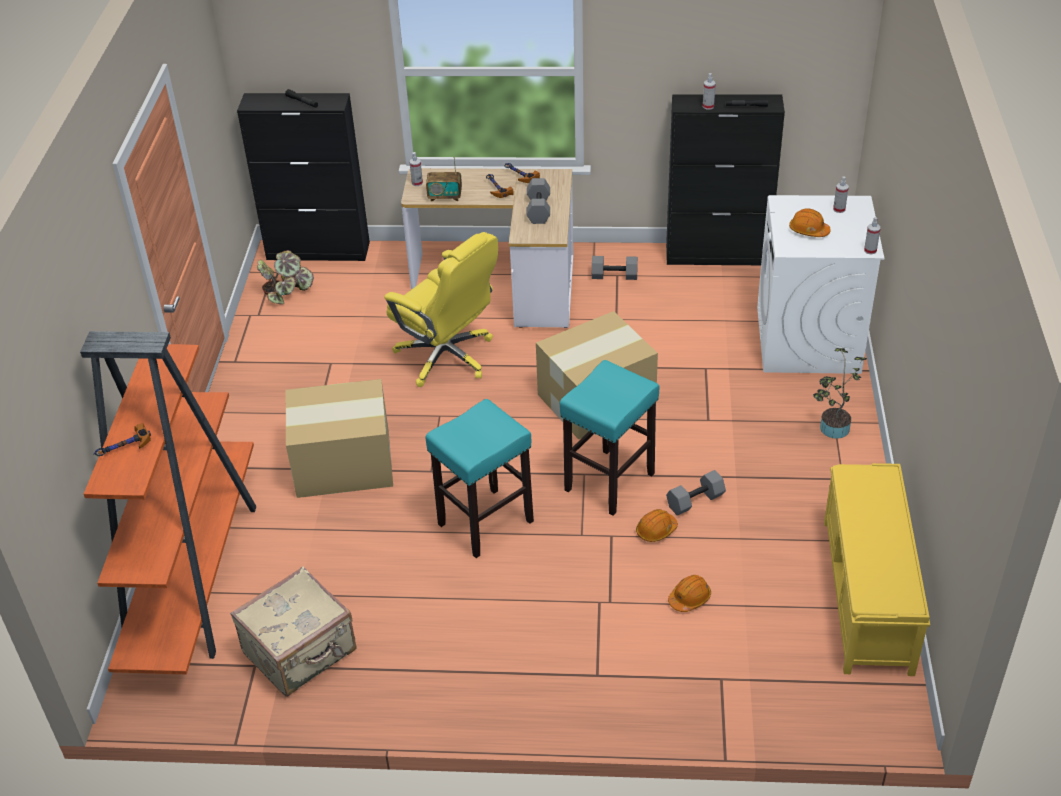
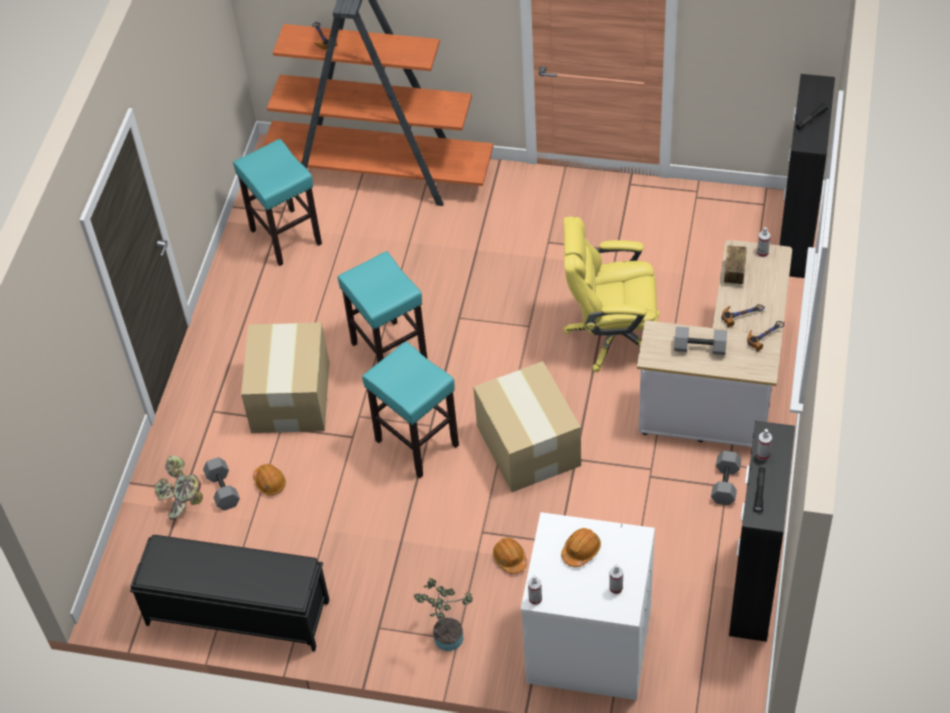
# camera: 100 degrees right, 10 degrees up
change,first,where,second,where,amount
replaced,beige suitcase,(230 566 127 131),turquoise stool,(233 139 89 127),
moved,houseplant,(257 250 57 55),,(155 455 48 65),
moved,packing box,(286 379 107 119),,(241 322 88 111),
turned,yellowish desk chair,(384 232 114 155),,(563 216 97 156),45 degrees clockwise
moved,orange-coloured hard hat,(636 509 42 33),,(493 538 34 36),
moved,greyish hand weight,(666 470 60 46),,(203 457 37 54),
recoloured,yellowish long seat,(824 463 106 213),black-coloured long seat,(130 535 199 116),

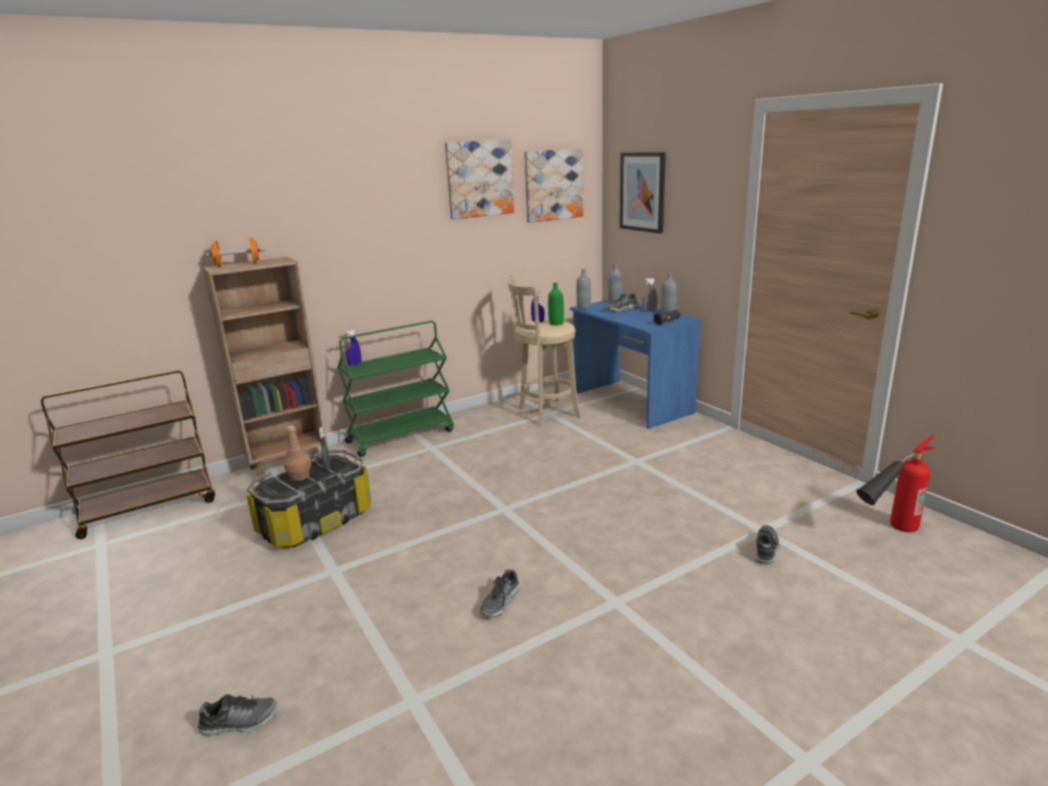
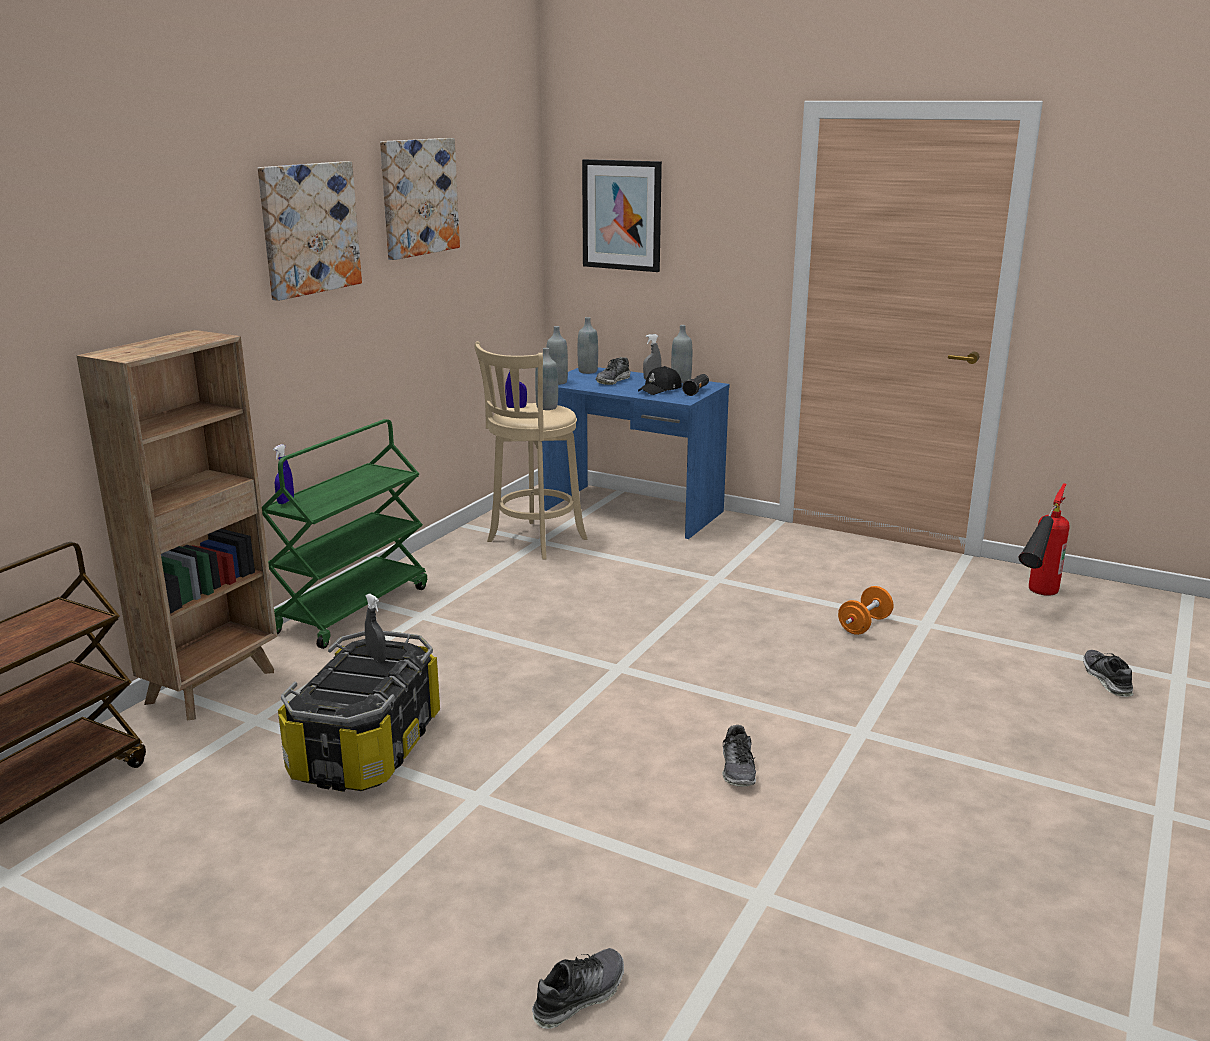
# camera: 30 degrees left, 0 degrees up
change,first,where,second,where,amount
moved,orange-coloured hand weight,(206 238 58 29),,(838 586 55 49),
removed,brownish bottle,(284 425 27 56),,,
moved,wall art,(524 148 59 75),,(258 161 104 140),
recoloured,green bottle,(548 283 16 42),greyish bottle,(535 348 23 62),
moved,item of footwear,(755 525 24 41),,(1083 650 50 47),
added,,,black-coloured cap,(638 366 44 29),

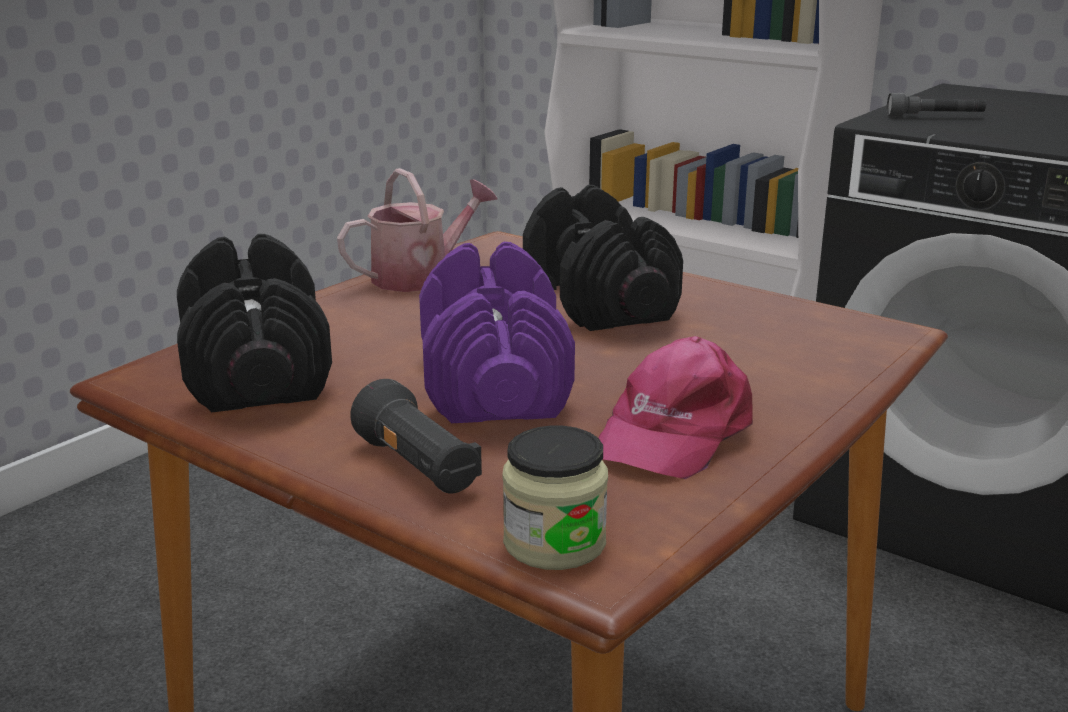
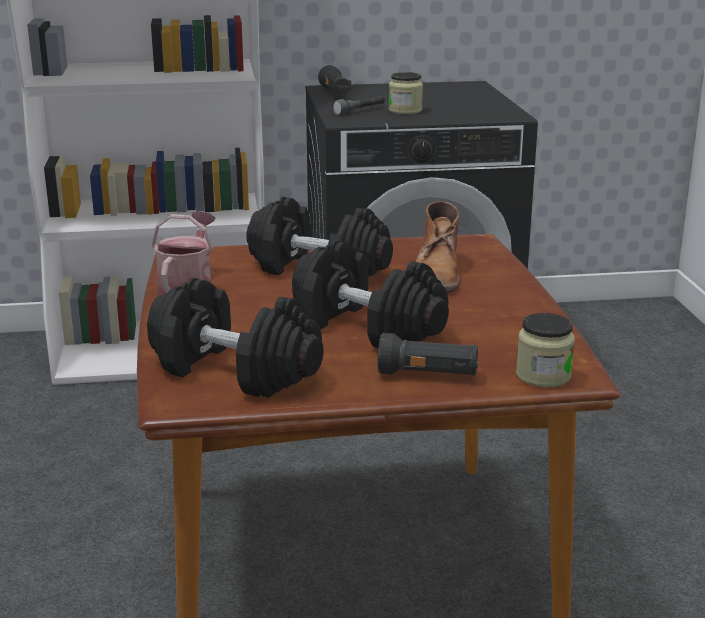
# camera: 45 degrees left, 0 degrees up
change,first,where,second,where,amount
recoloured,purple-coloured hand weight,(419 242 156 181),black-coloured hand weight,(292 240 157 108),
removed,pink-coloured cap,(599 336 154 143),,,
added,,,black-coloured torch,(318 65 33 31),
added,,,storage jar,(389 72 34 42),
added,,,brownish high-top boot,(415 201 45 91),

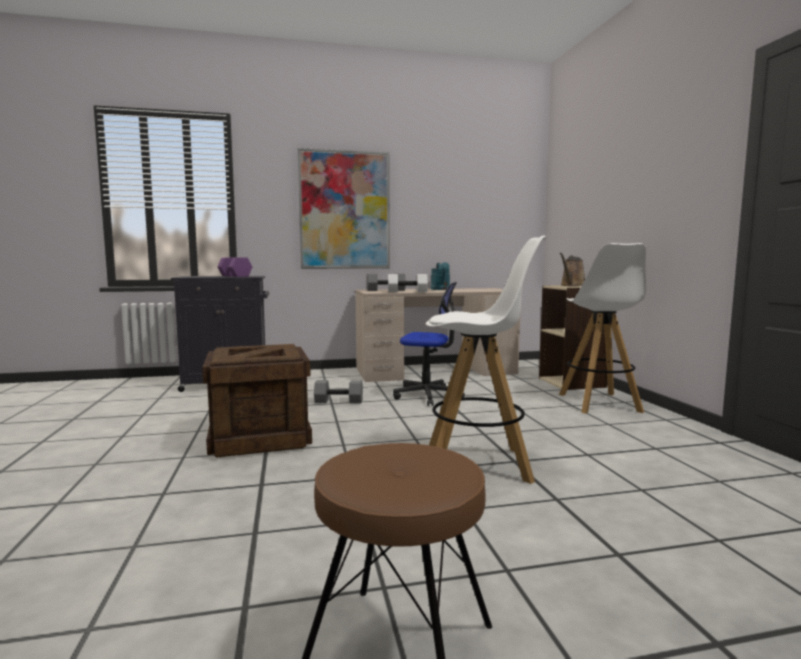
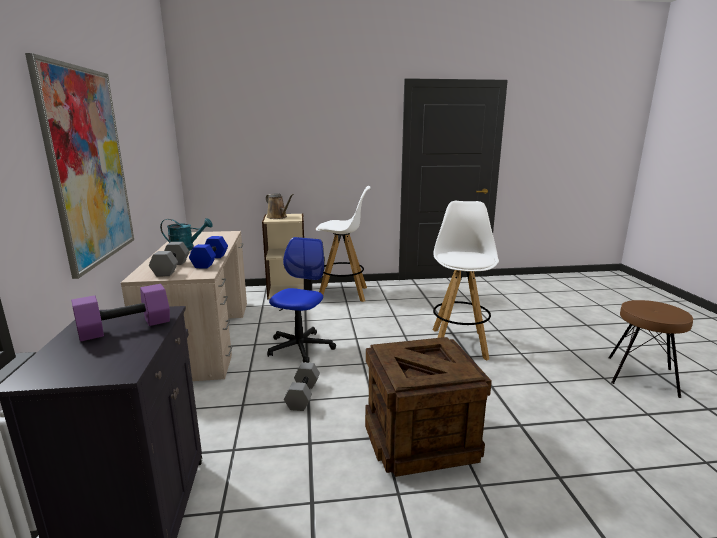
# camera: 85 degrees left, 10 degrees up
change,first,where,second,where,amount
recoloured,white-coloured hand weight,(388 274 40 18),blue hand weight,(189 236 39 33),

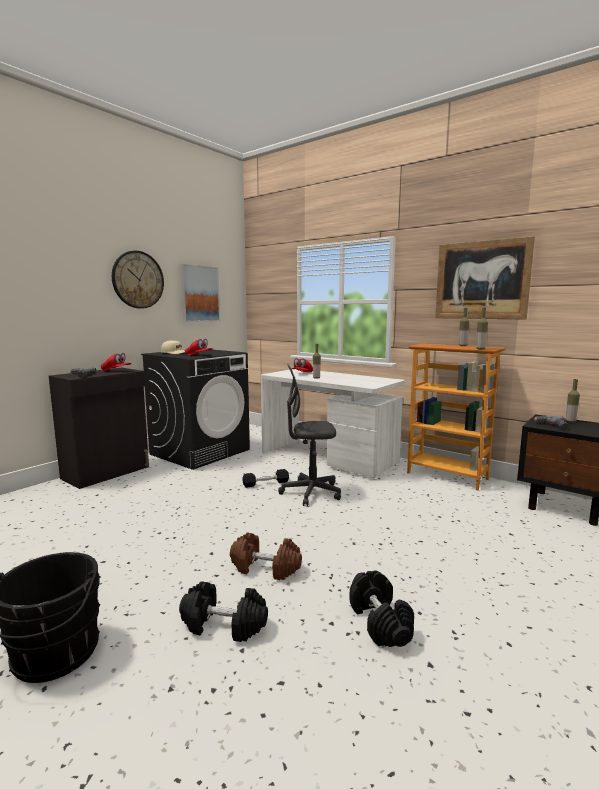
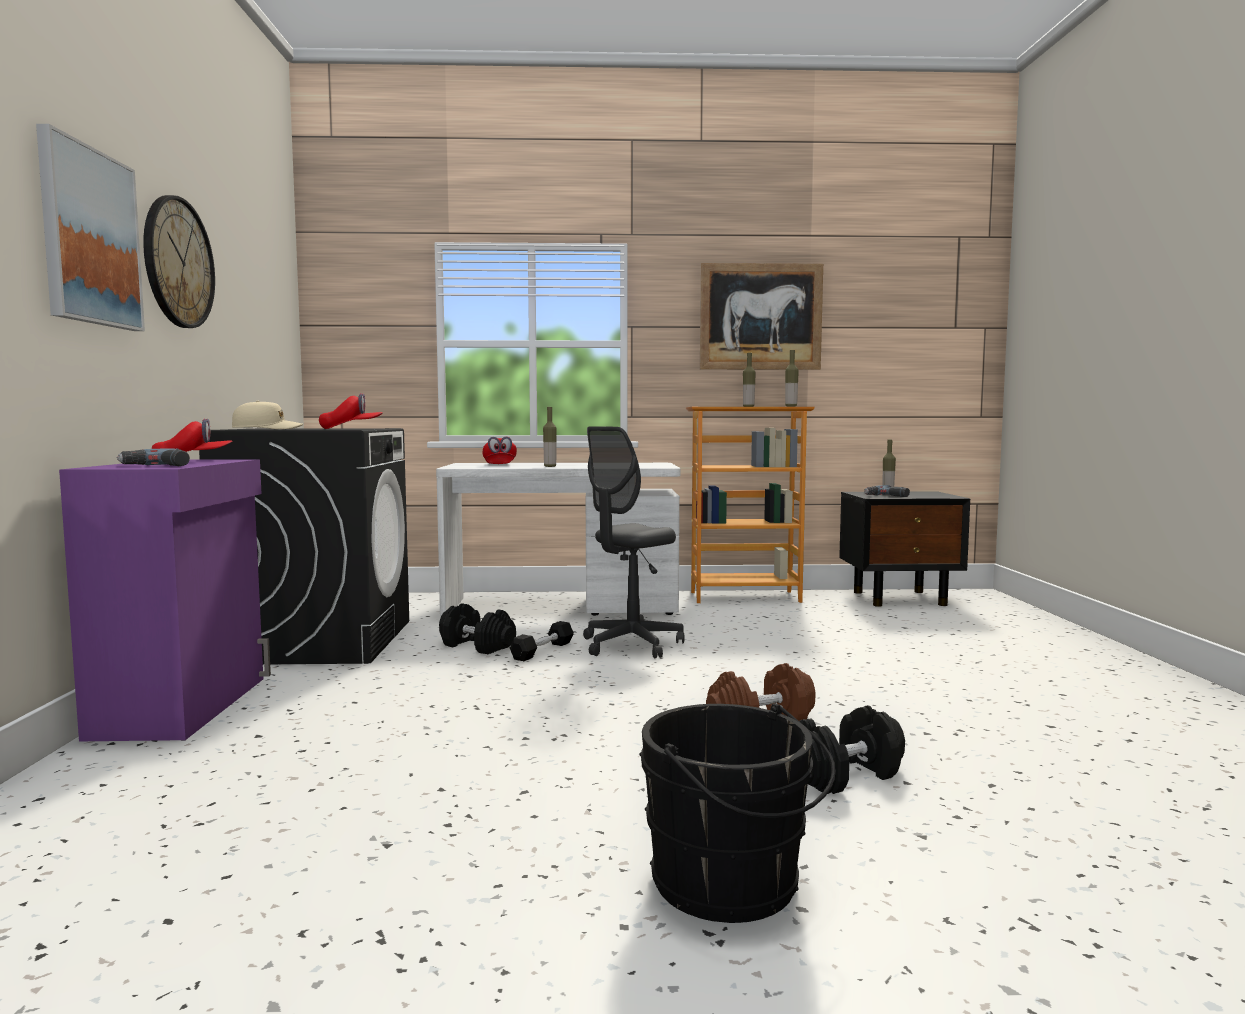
# camera: 40 degrees left, 5 degrees down
change,first,where,second,where,amount
recoloured,black-coloured storage cabinet,(49 368 100 121),purple-coloured storage cabinet,(59 459 212 282),
moved,wall art,(180 264 40 58),,(36 124 109 207),
moved,black-coloured hand weight,(349 570 65 77),,(439 603 77 51),

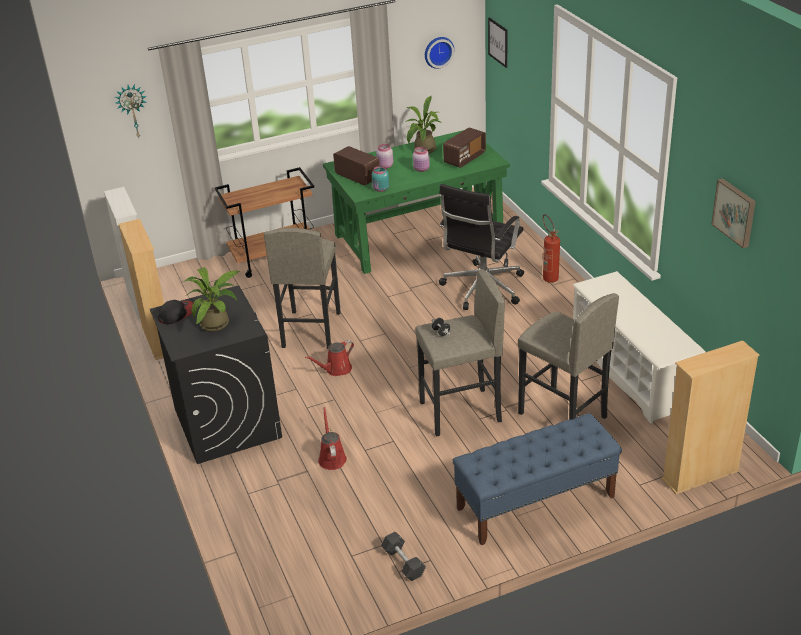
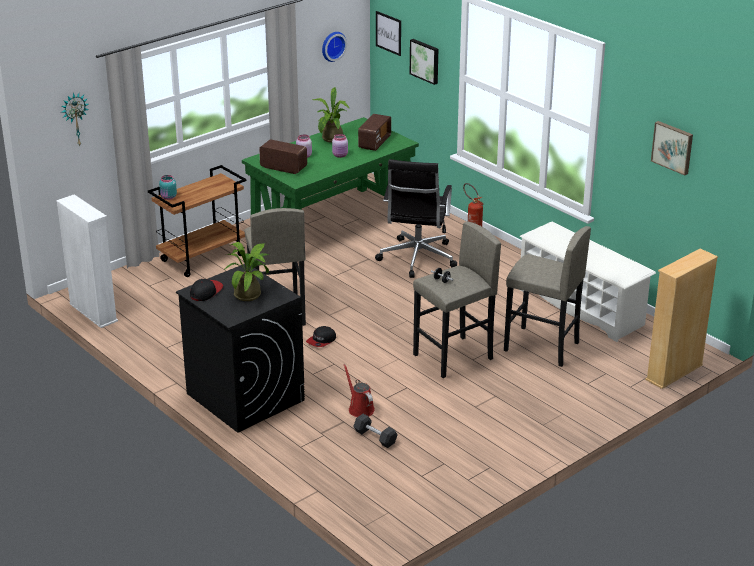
# camera: 20 degrees left, 5 degrees down
change,first,where,second,where,amount
removed,beige shelving unit,(119 219 45 141),,,
replaced,reddish watering pot,(305 340 49 36),cap,(306 326 30 21),
moved,turquoise storage jar,(372 166 17 26),,(159 175 18 25),
moved,black-coloured hand weight,(381 532 45 49),,(353 414 45 34),
removed,blue long seat,(452 413 170 132),,,
added,,,wall art,(410 39 28 46),

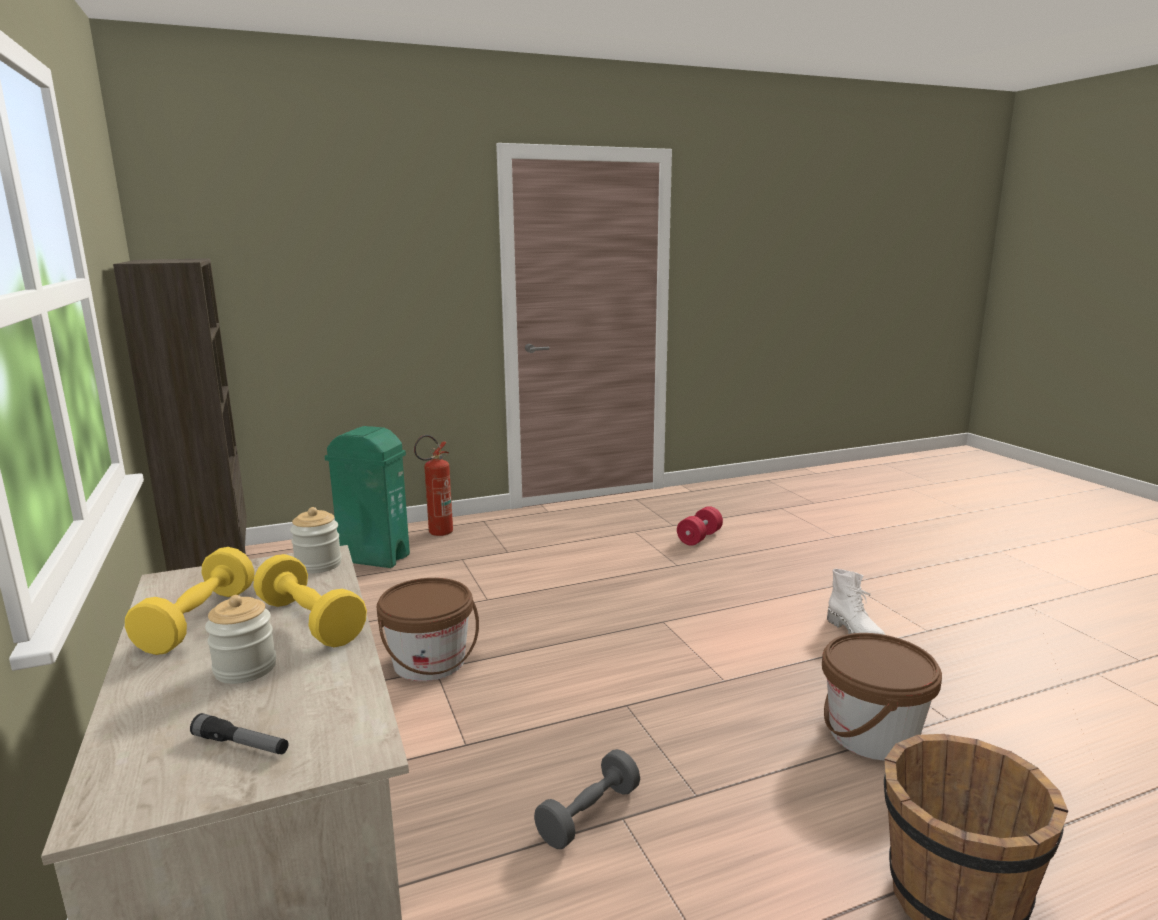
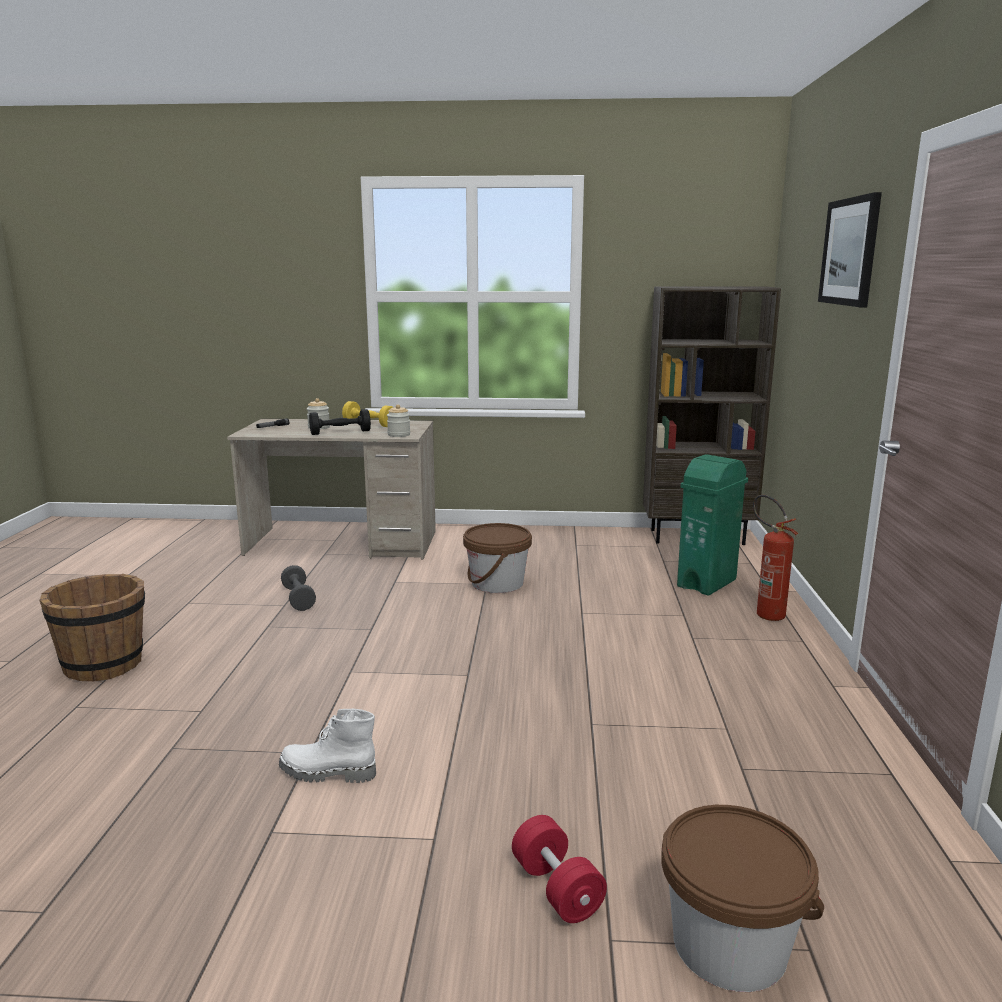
# camera: 115 degrees right, 0 degrees up
change,first,where,second,where,amount
recoloured,yellowish hand weight,(253 554 114 93),black-coloured hand weight,(309 409 62 26),
moved,reddish hand weight,(677 506 46 40),,(512 815 95 108),
moved,brownish water bucket,(822 633 120 128),,(661 805 163 187),
added,,,wall art,(818 192 64 115),

